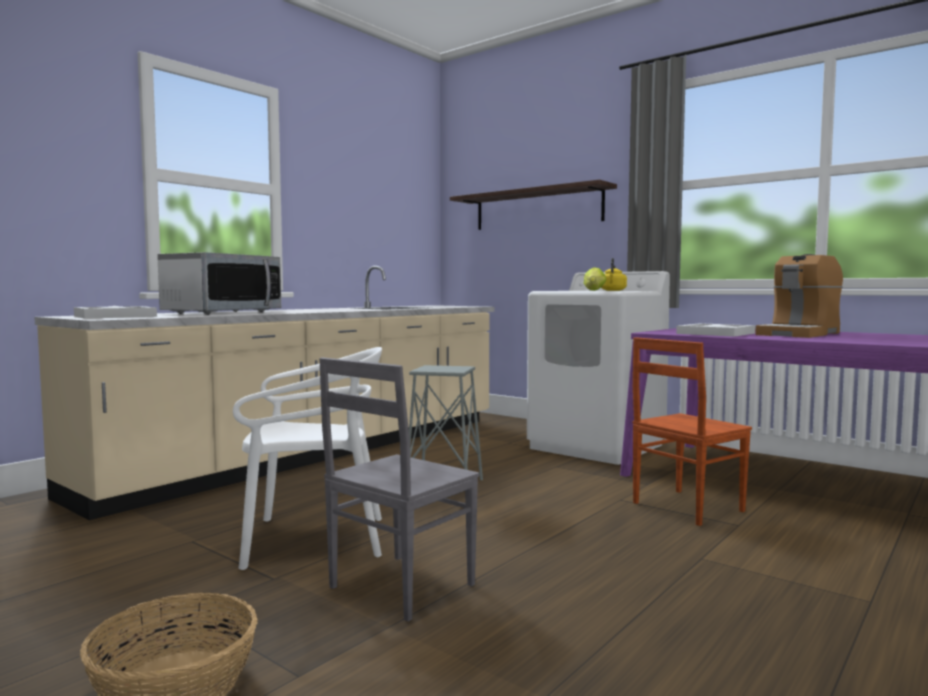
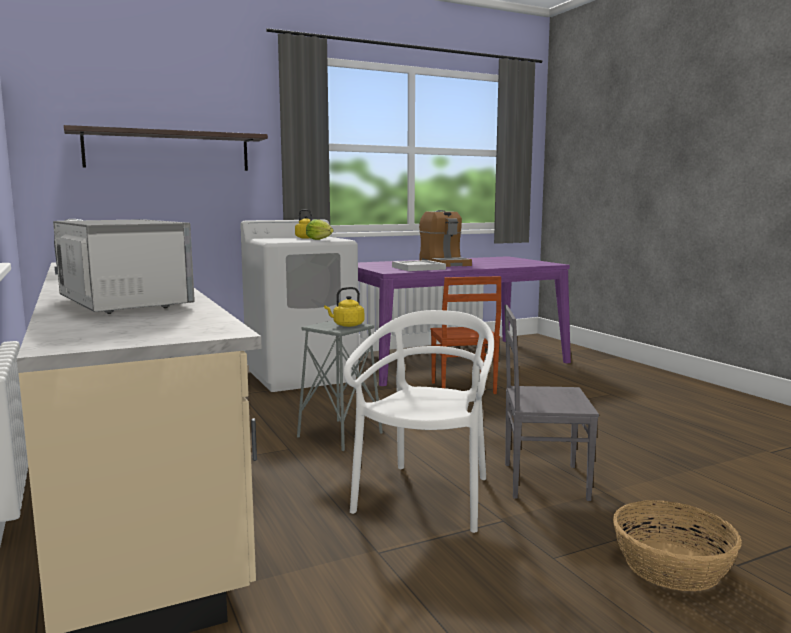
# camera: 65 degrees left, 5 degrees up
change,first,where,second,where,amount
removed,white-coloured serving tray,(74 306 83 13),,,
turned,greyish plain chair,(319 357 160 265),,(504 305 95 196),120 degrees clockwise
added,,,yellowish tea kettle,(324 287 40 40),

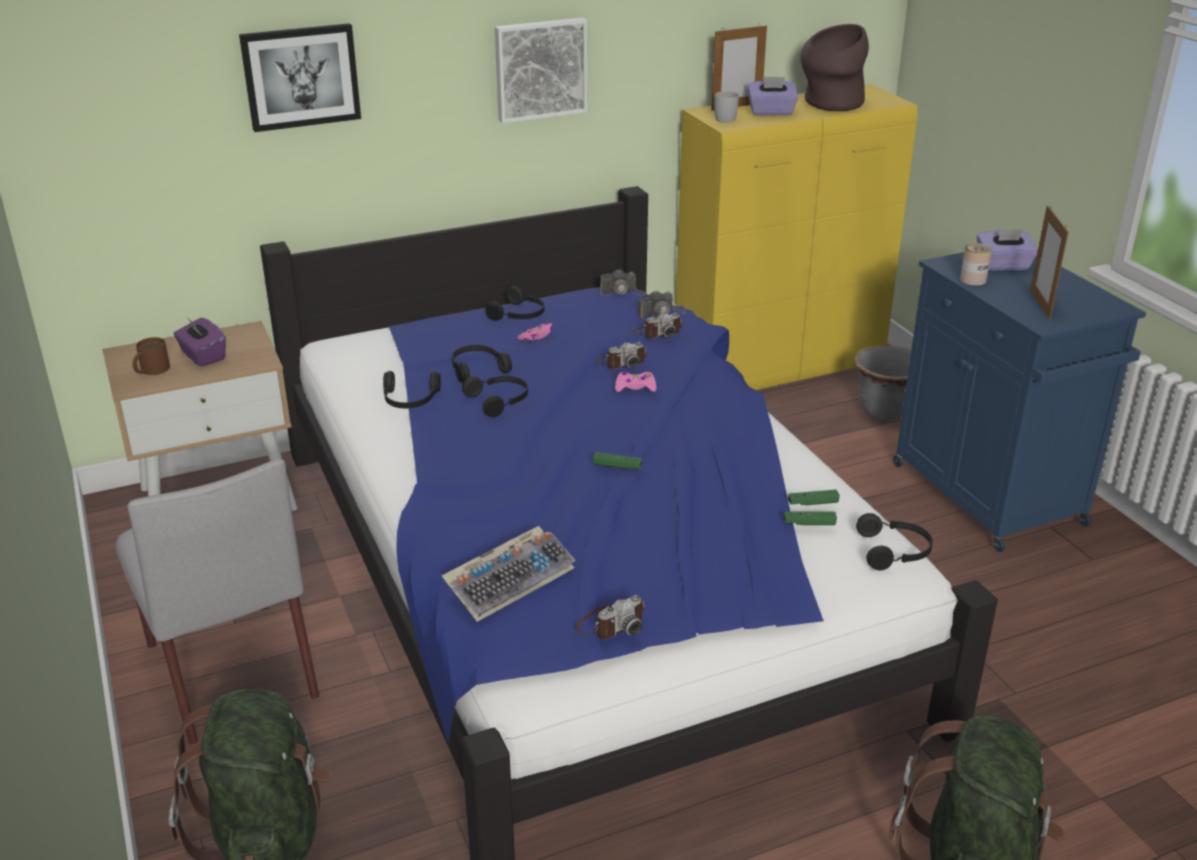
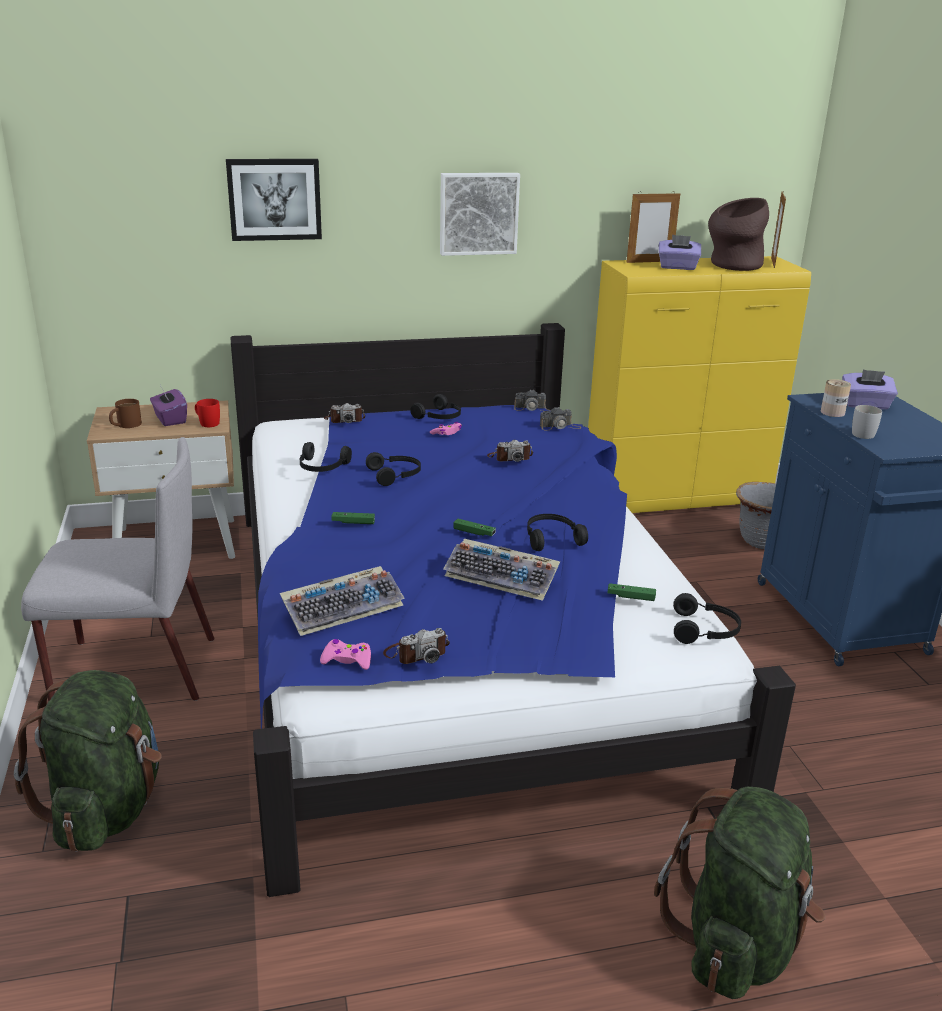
# camera: 10 degrees right, 5 degrees down
change,first,where,second,where,amount
turned,greyish plain chair,(116 459 203 286),,(21 437 193 265),75 degrees counterclockwise
moved,black-coloured headphones,(452 345 60 38),,(527 514 61 37),
moved,pink-coloured joypad,(615 371 41 21),,(320 639 51 31),
moved,photo camera,(633 313 50 26),,(324 403 41 20),
moved,white-coloured coffee mug,(714 91 25 32),,(852 405 30 34),
moved,green joypad,(788 489 52 16),,(331 512 44 12),
moved,standing frame,(1030 205 39 115),,(771 190 15 78),
added,,,reddish coffee mug,(195 399 25 28),
added,,,PC keyboard,(443 539 117 62),

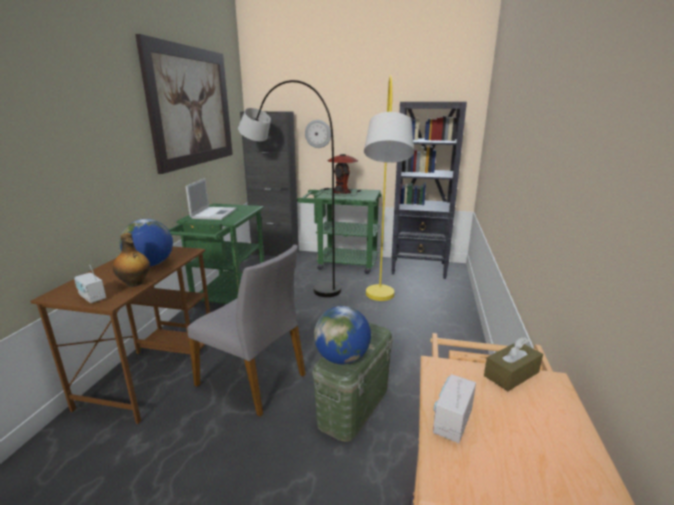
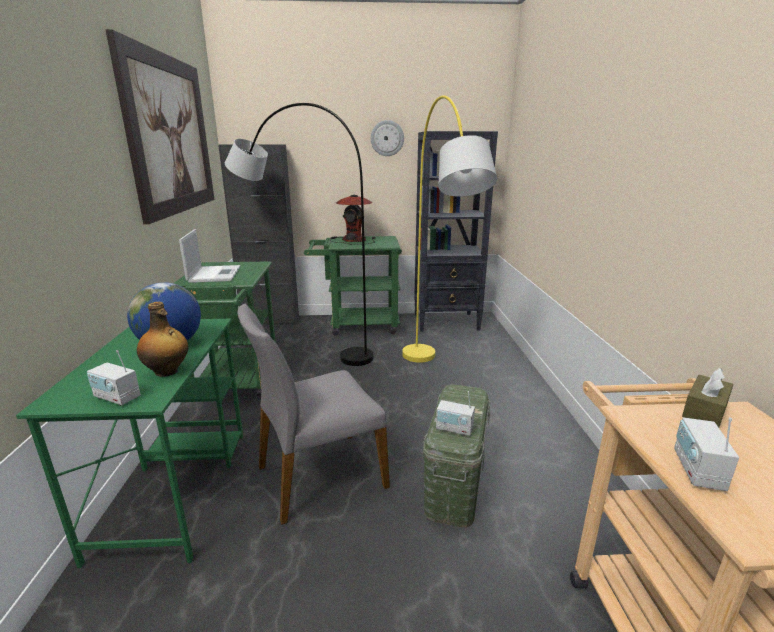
# camera: 15 degrees left, 0 degrees up
change,first,where,second,where,amount
recoloured,brownish desk table,(30 246 180 178),green desk table,(16 319 227 249),
turned,greyish plain chair,(187 244 119 173),,(238 304 152 221),135 degrees clockwise
moved,wall clock,(305 120 26 28),,(371 120 33 36),
replaced,world globe,(314 306 57 58),radio set,(436 391 39 45),

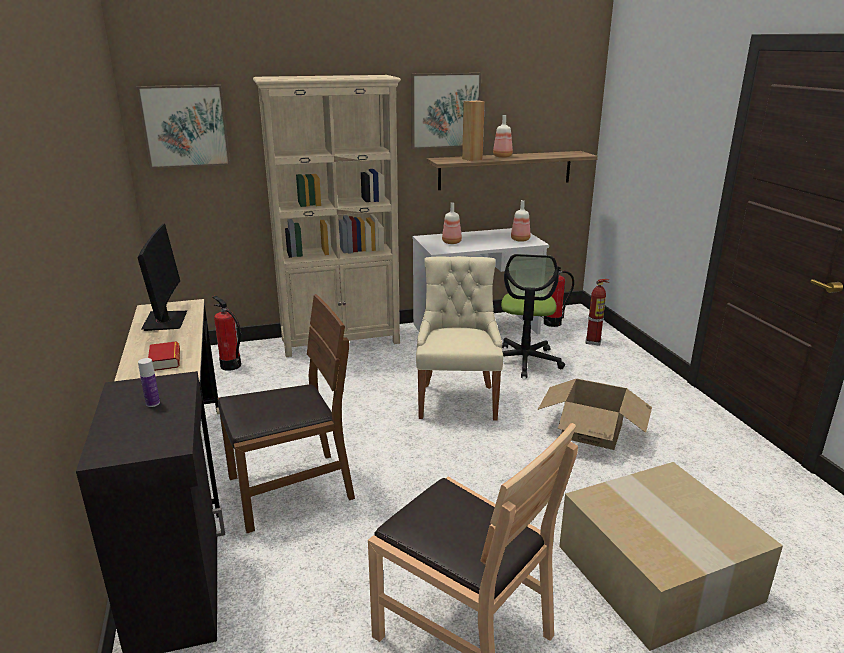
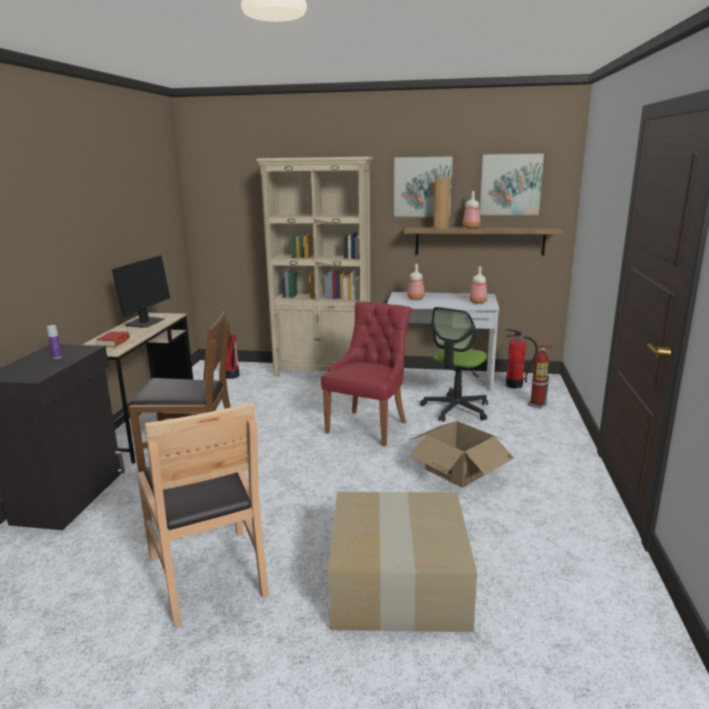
# camera: 25 degrees right, 5 degrees down
change,first,where,second,where,amount
moved,wall art,(137 85 93 84),,(478 152 68 65),
recoloured,beige plain chair,(416 256 87 164),reddish plain chair,(321 301 90 145),

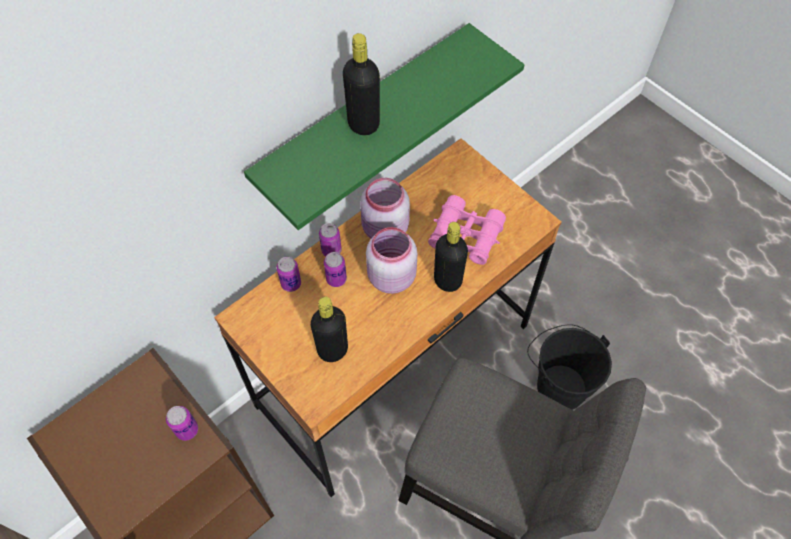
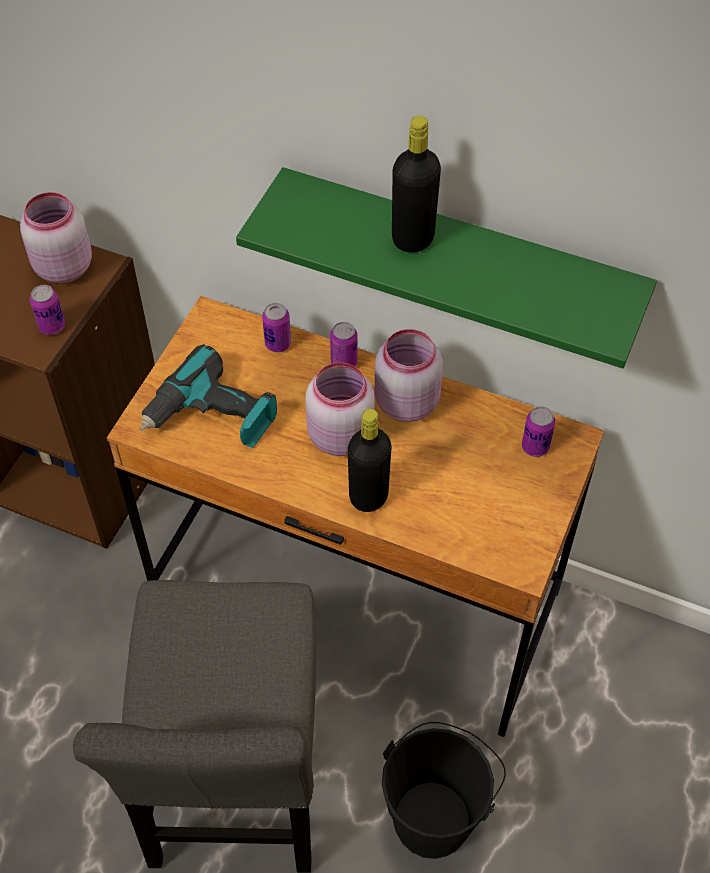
# camera: 65 degrees right, 5 degrees down
change,first,where,second,where,amount
replaced,black-coloured bottle,(310 297 38 65),electric drill,(140 345 137 103),
moved,can,(324 252 23 35),,(522 406 33 51),
removed,pink-coloured binoculars,(428 195 78 70),,,
added,,,pink-coloured storage jar,(20 192 72 91),

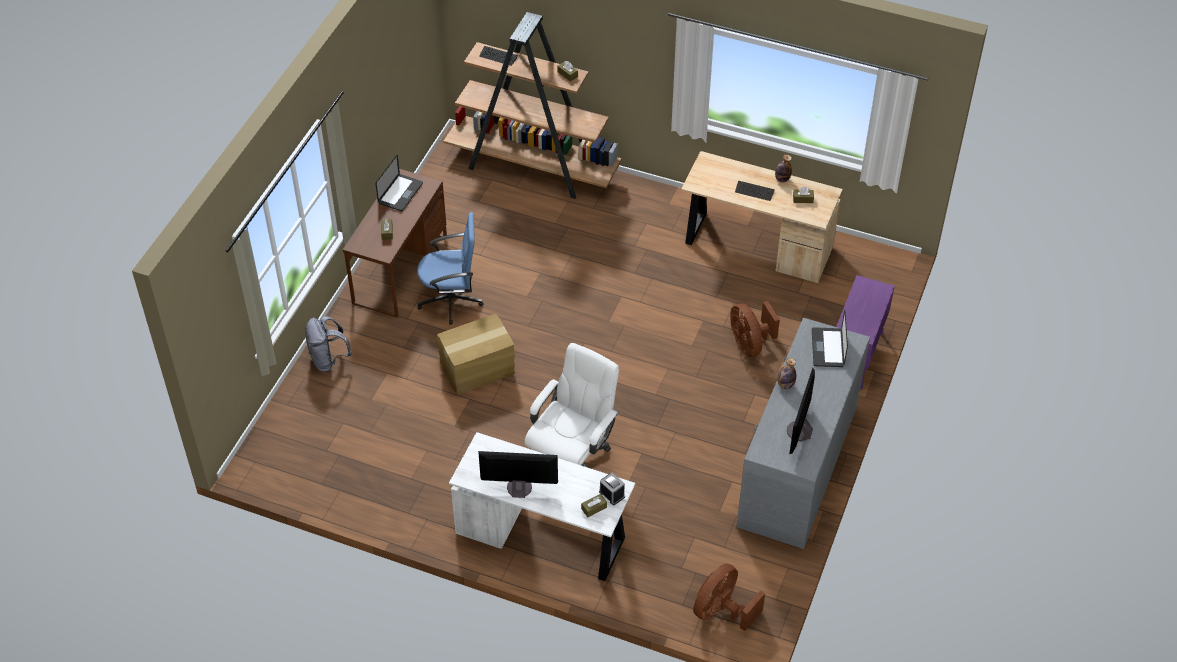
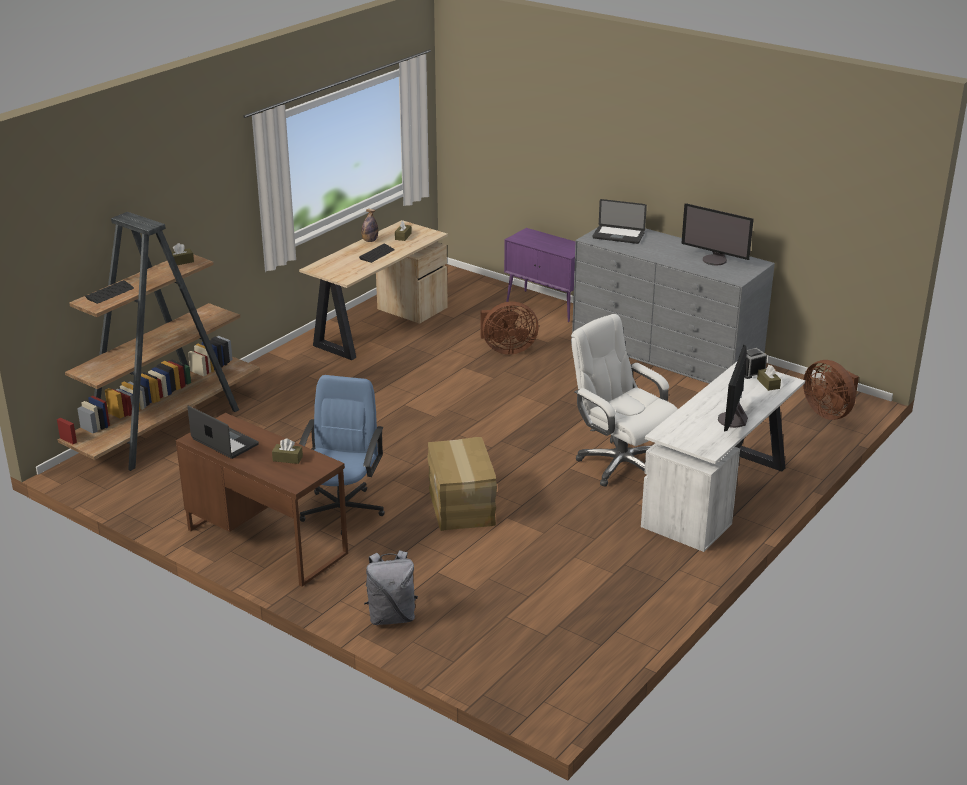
# camera: 75 degrees left, 20 degrees down
change,first,where,second,where,amount
removed,bottle,(777 358 19 31),,,

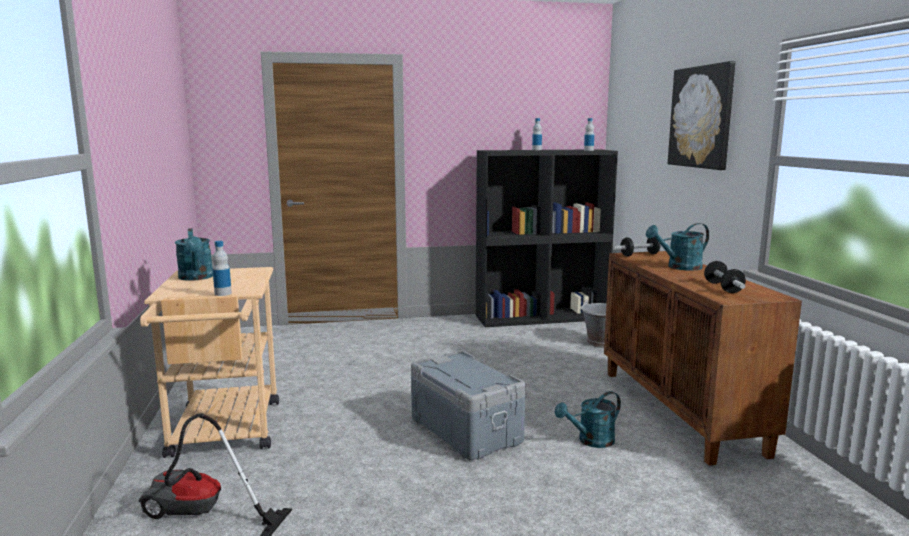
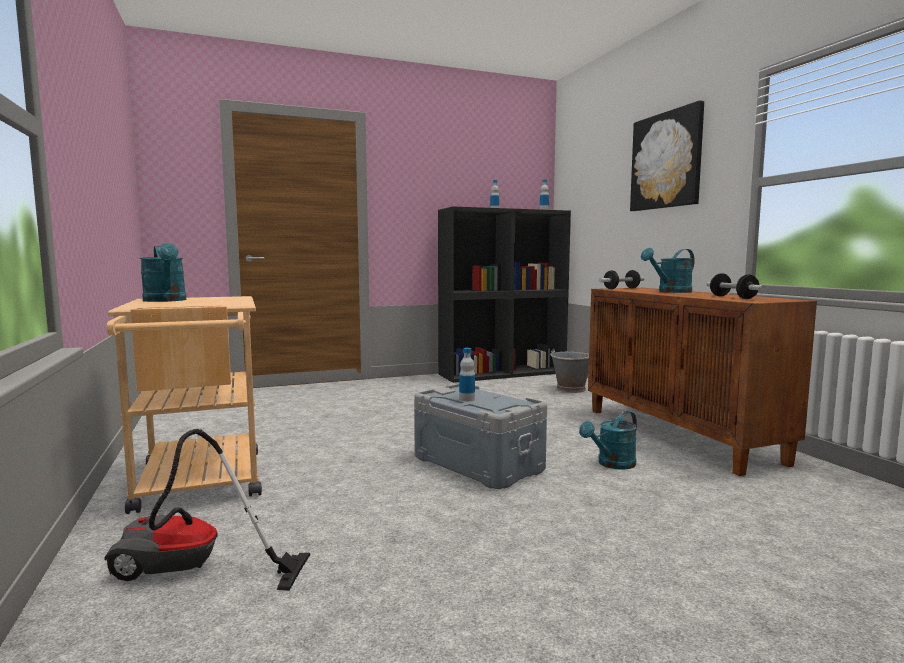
# camera: 10 degrees left, 5 degrees down
change,first,where,second,where,amount
moved,bottle,(212 241 20 55),,(459 348 16 53),

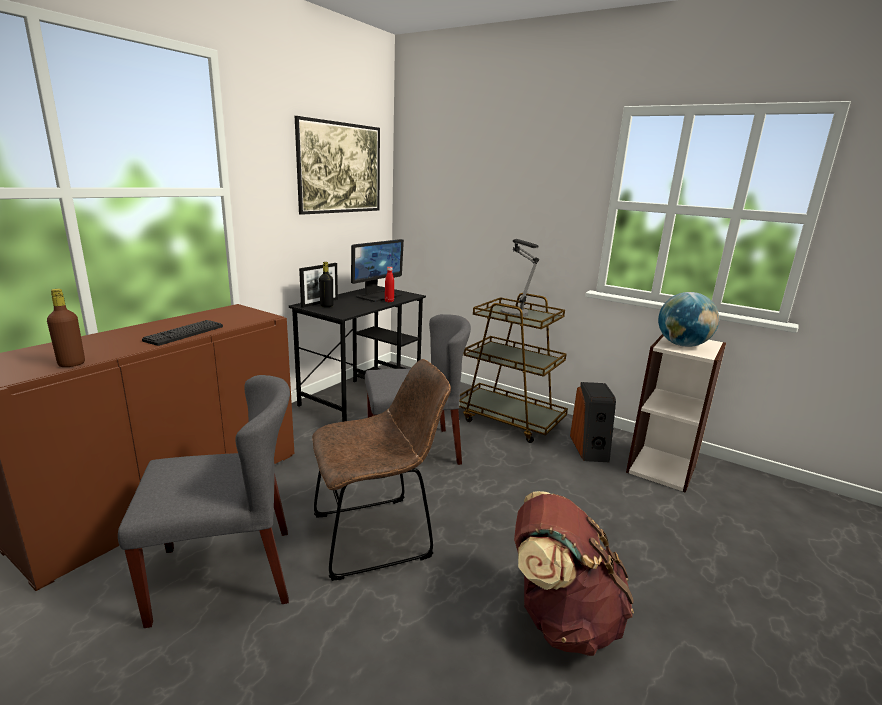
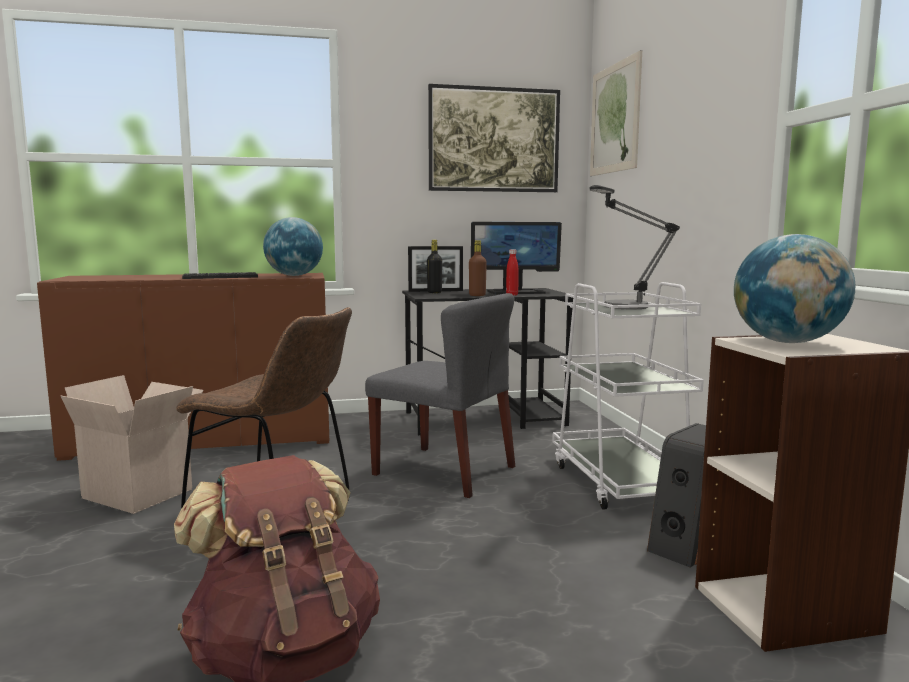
# camera: 45 degrees right, 10 degrees down
change,first,where,second,where,amount
moved,brownish bottle,(47 289 38 78),,(469 240 18 56),
replaced,greyish plain chair,(118 375 172 253),packing box,(61 375 143 139),
recoloured,brownish wheeled cart,(459 293 109 150),white-coloured wheeled cart,(552 282 152 228),
added,,,world globe,(263 217 60 59),
added,,,wall art,(590 50 52 126),

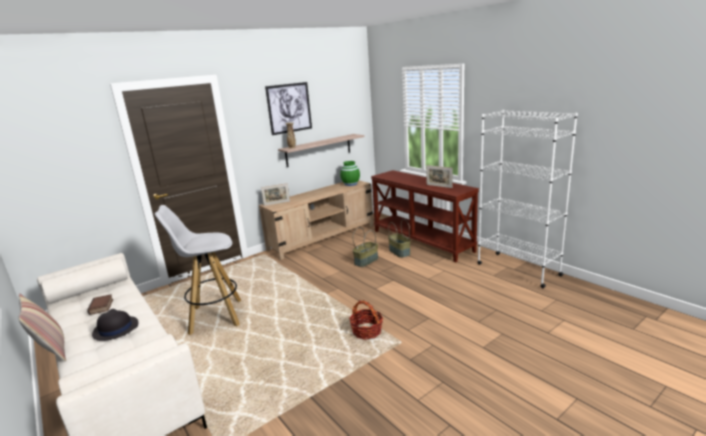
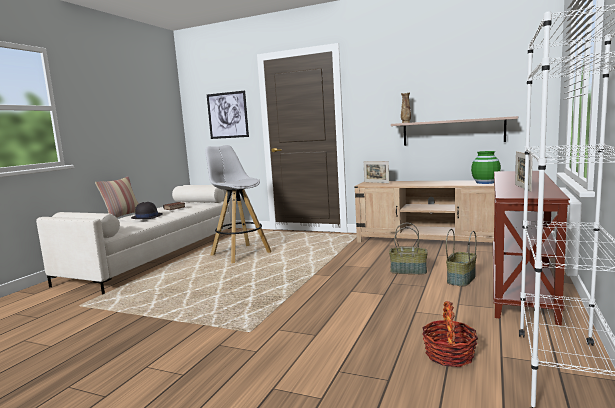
# camera: 60 degrees right, 10 degrees down
change,first,where,second,where,amount
moved,wall art,(265 82 47 53),,(207 91 42 48),
moved,household basket,(349 300 34 40),,(422 301 56 66),

